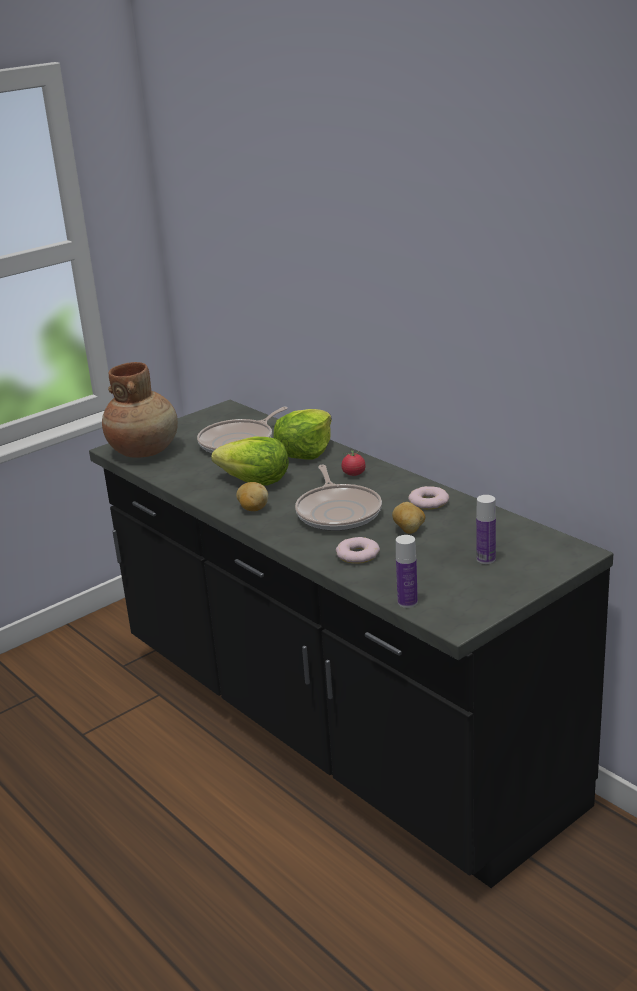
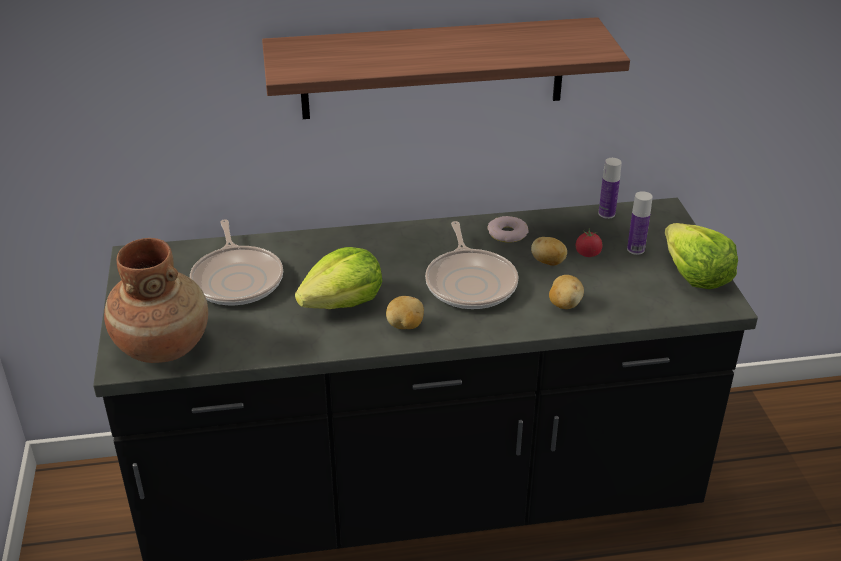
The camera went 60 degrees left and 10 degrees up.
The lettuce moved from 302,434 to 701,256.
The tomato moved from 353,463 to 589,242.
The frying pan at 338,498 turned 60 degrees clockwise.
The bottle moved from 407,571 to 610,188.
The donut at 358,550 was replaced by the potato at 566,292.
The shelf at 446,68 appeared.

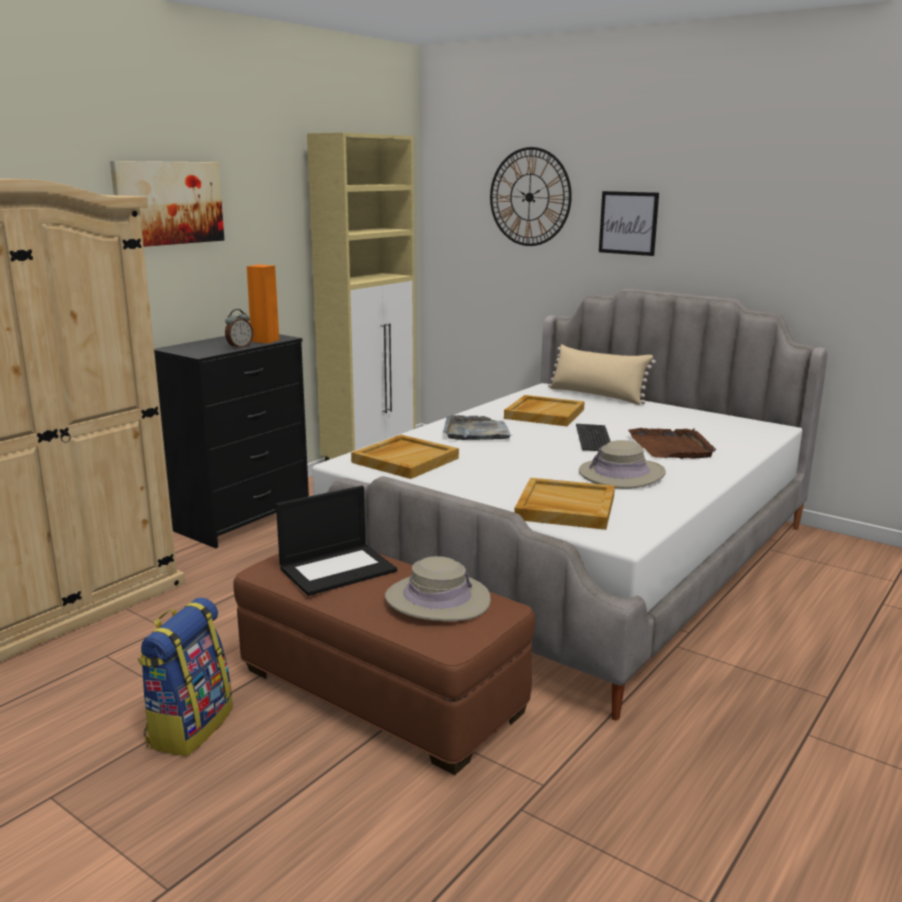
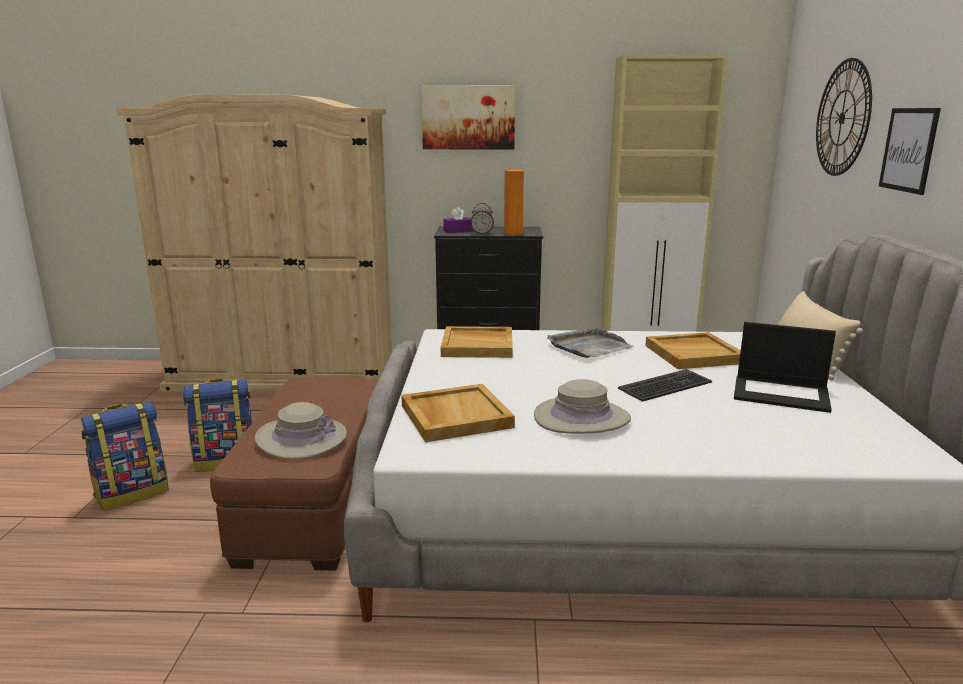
The camera went 55 degrees right and 0 degrees up.
The brown tray at 672,443 disappeared.
The laptop moved from 336,541 to 785,367.
The purple tissue box at 458,220 appeared.
The backpack at 125,456 appeared.

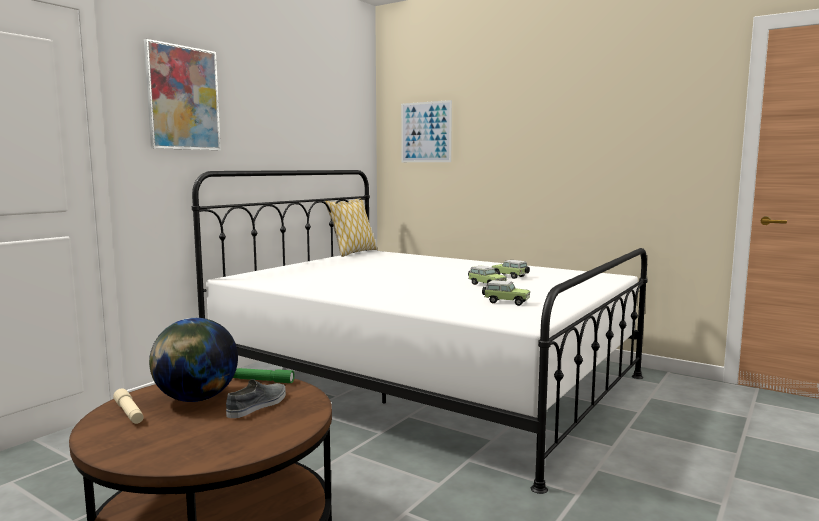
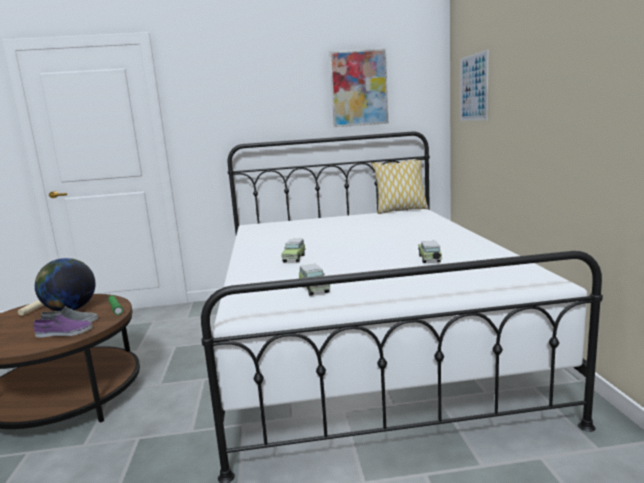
The camera went 50 degrees right and 5 degrees up.
The picture moved from 182,94 to 358,87.
The toy car moved from 487,275 to 293,250.
The purple shoe at 63,326 appeared.

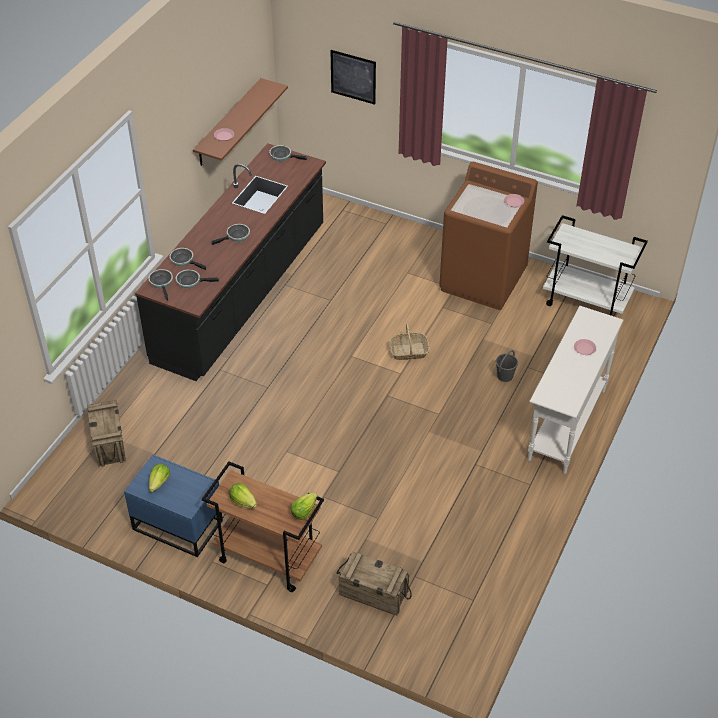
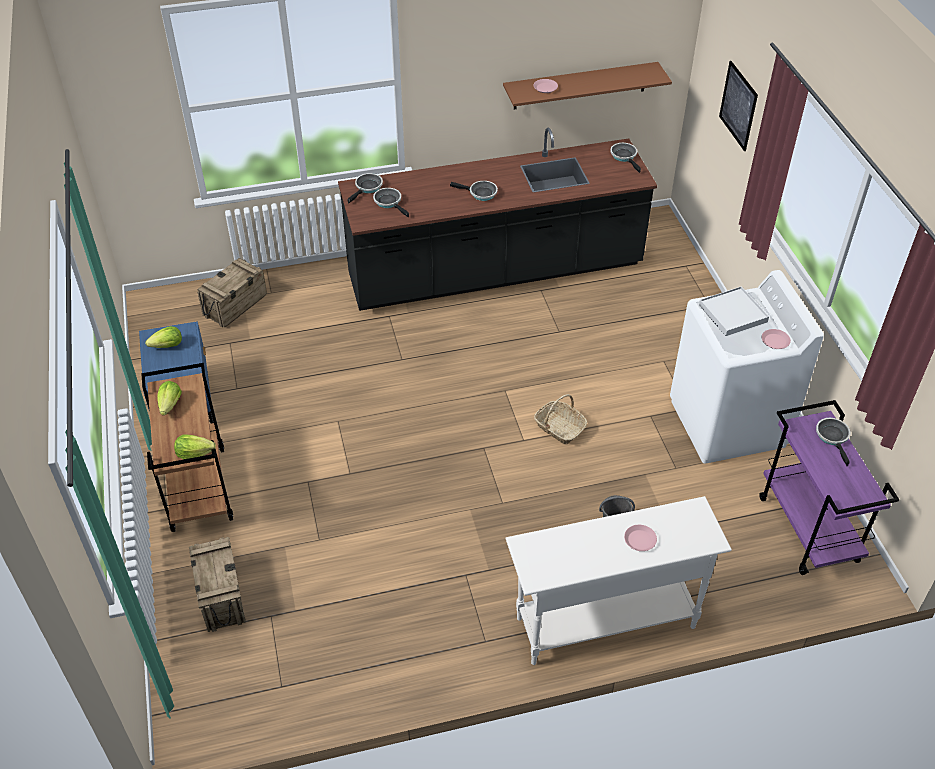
The camera went 50 degrees right and 0 degrees up.
The brown washing machine at 488,236 became the white washing machine at 747,367.
The white cart at 595,265 became the purple cart at 829,487.
The frying pan moved from 187,259 to 833,442.
The white tray at 734,311 appeared.

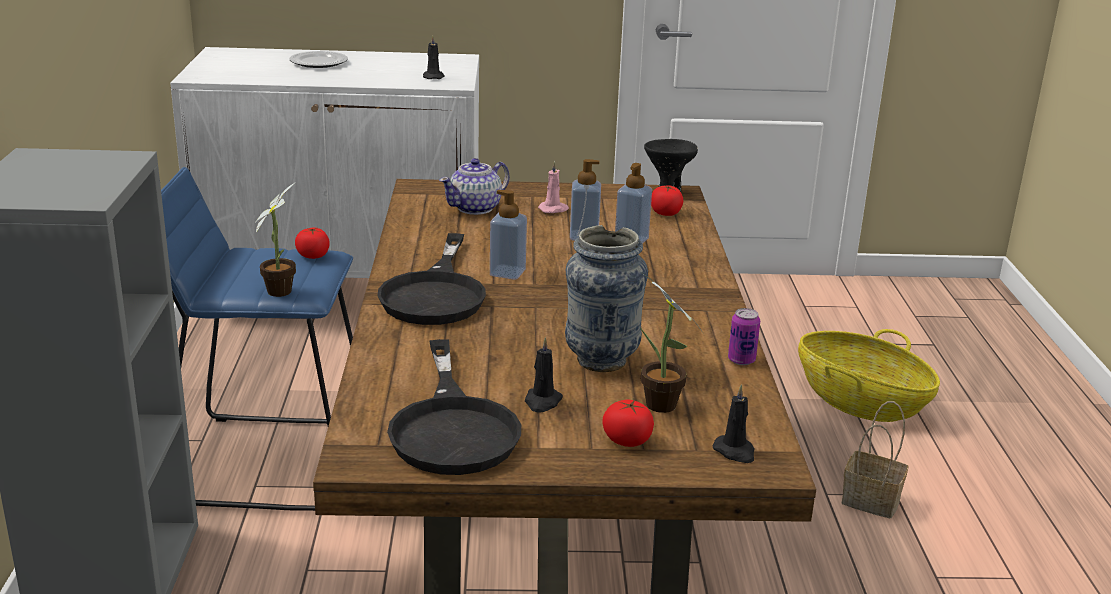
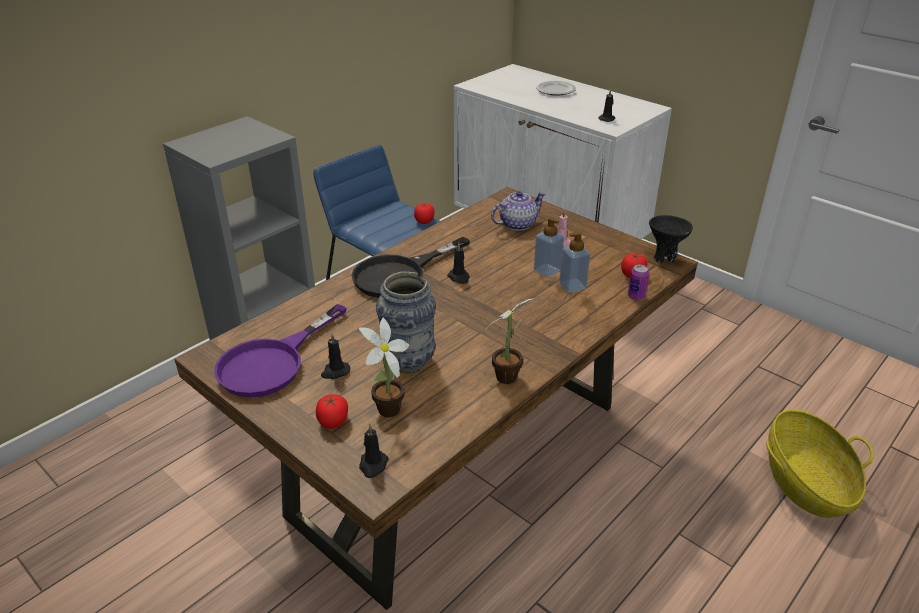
The camera went 45 degrees right and 10 degrees up.
The teapot at 474,186 turned 150 degrees clockwise.
The potted plant moved from 275,239 to 508,341.
The soap dispenser at 508,235 was replaced by the black candle at 458,263.
The can moved from 744,336 to 638,282.
The black frying pan at 454,407 became the purple frying pan at 280,350.
The basket at 875,459 disappeared.

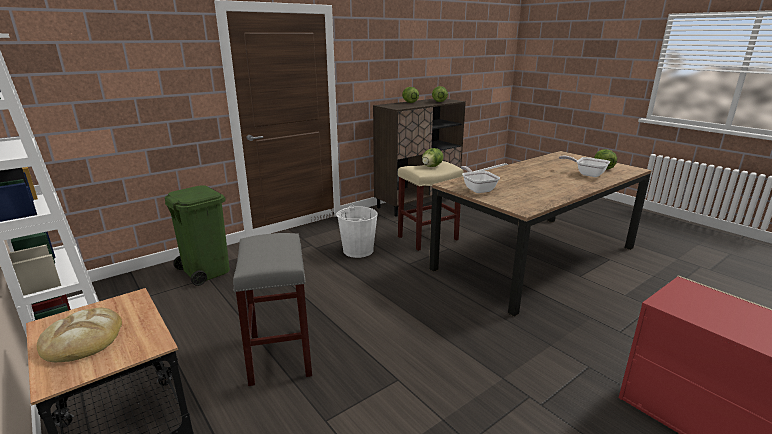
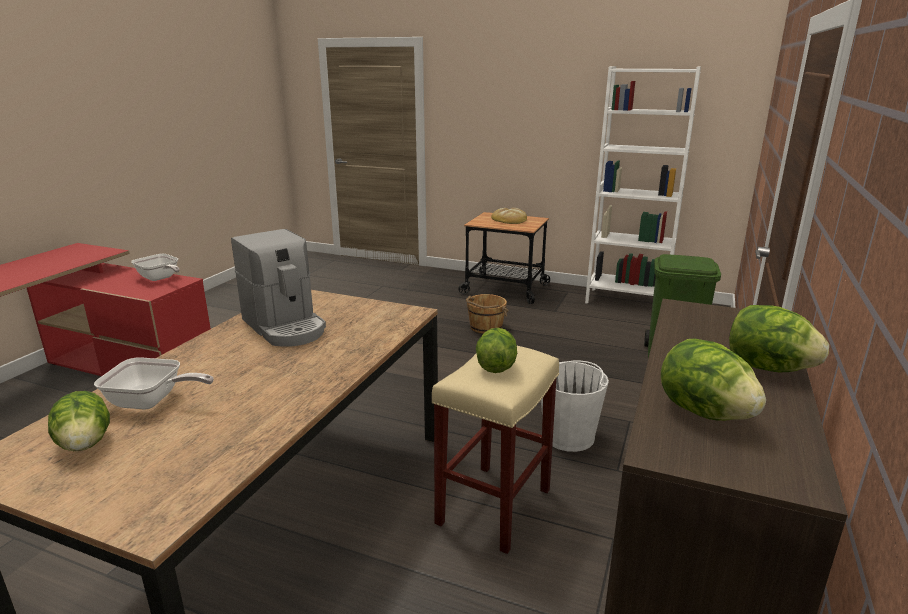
The camera went 150 degrees right and 0 degrees up.
The frying pan moved from 480,179 to 155,267.
The grey stool at 272,309 was replaced by the brown bucket at 487,314.
The coffee machine at 278,288 appeared.

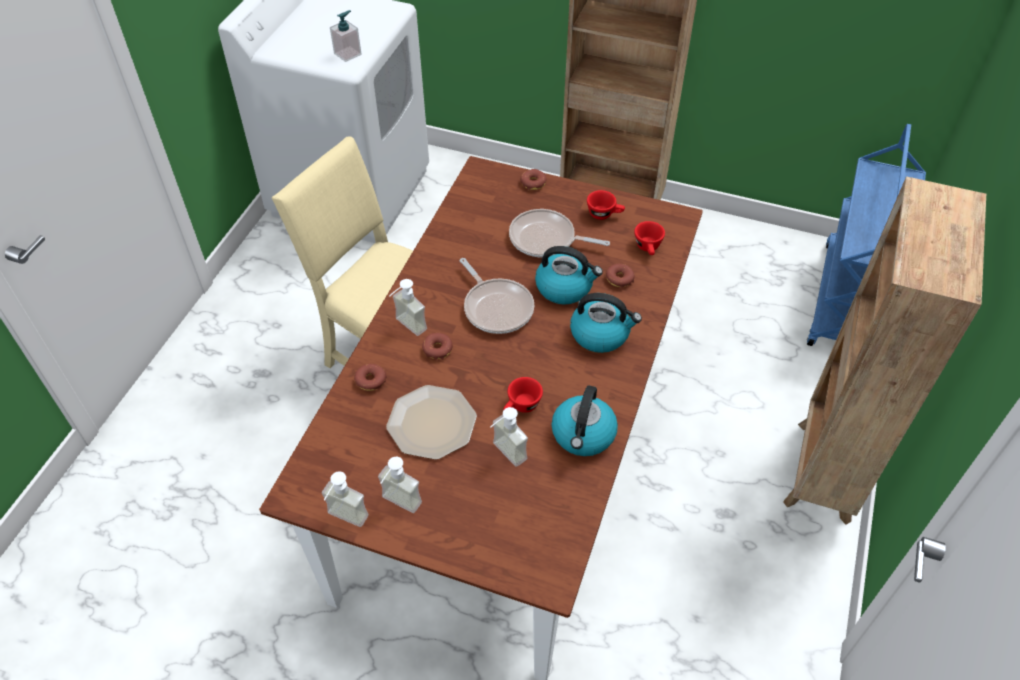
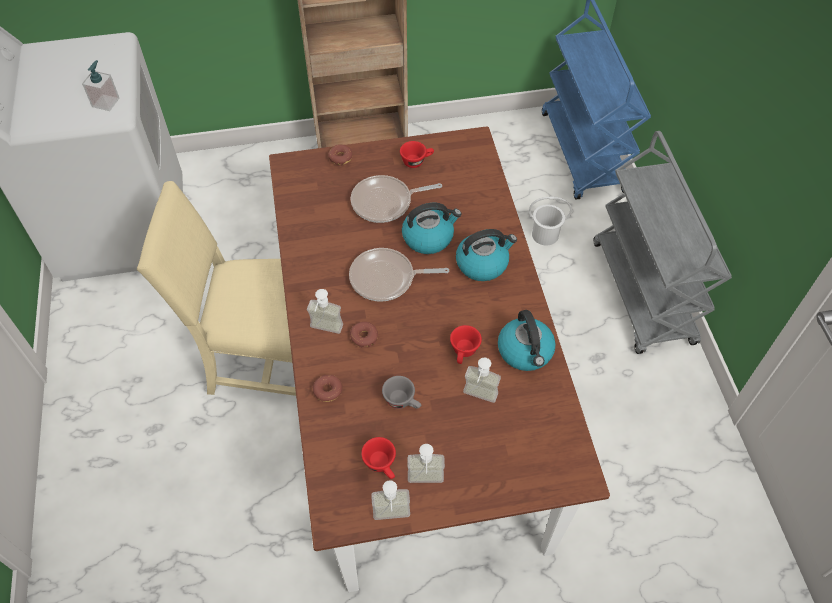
The camera went 30 degrees left and 5 degrees up.
The brown bookcase at 884,350 was replaced by the grey cart at 662,242.
The red cup moved from 649,238 to 378,458.
The frying pan at 497,296 turned 150 degrees clockwise.
The donut at 620,276 disappeared.
The plate at 431,422 was replaced by the grey cup at 401,392.
The white bucket at 550,221 appeared.

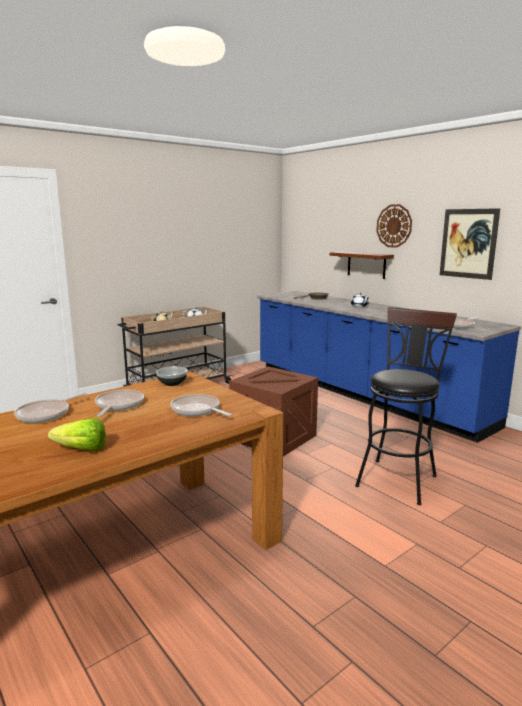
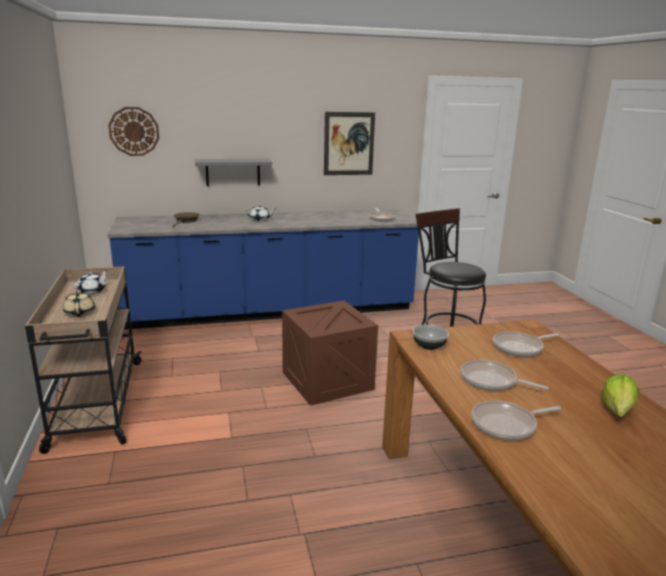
The camera went 65 degrees left and 5 degrees up.
The wall clock moved from 394,226 to 133,131.
The brown shelf at 362,265 became the grey shelf at 233,172.
The frying pan at 50,407 turned 105 degrees clockwise.

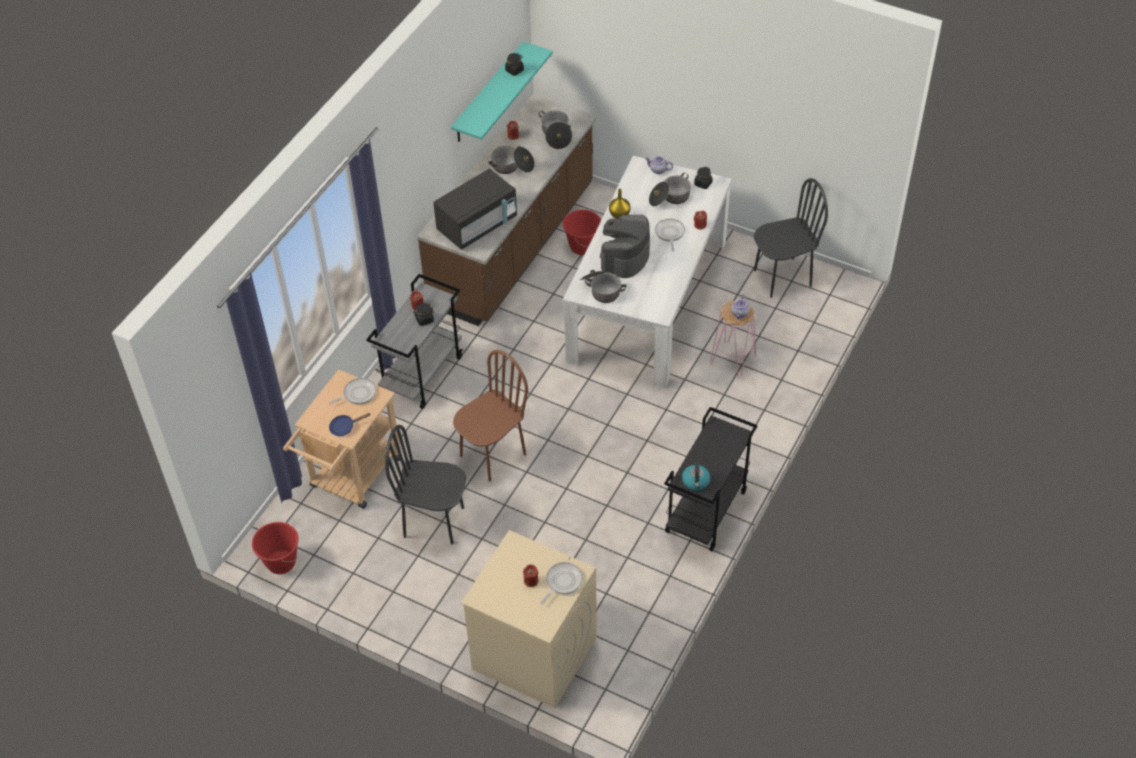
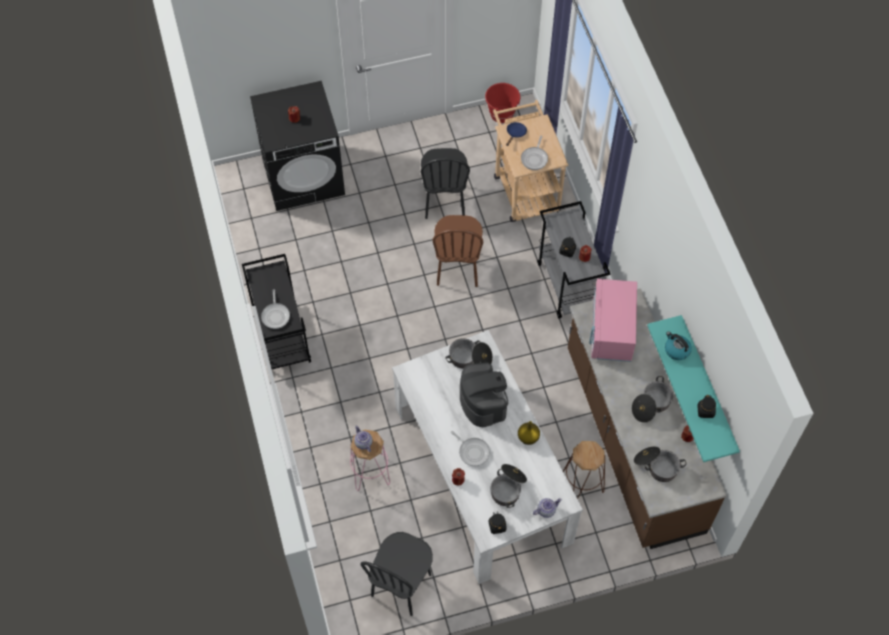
The camera went 135 degrees right and 10 degrees up.
The black microwave at 475,209 became the pink microwave at 613,320.
The red bucket at 581,232 was replaced by the brown stool at 584,470.
The black chair at 425,484 turned 120 degrees clockwise.
The kettle moved from 696,475 to 678,346.
The beige washing machine at 529,619 became the black washing machine at 297,146.
The frying pan moved from 561,583 to 275,309.

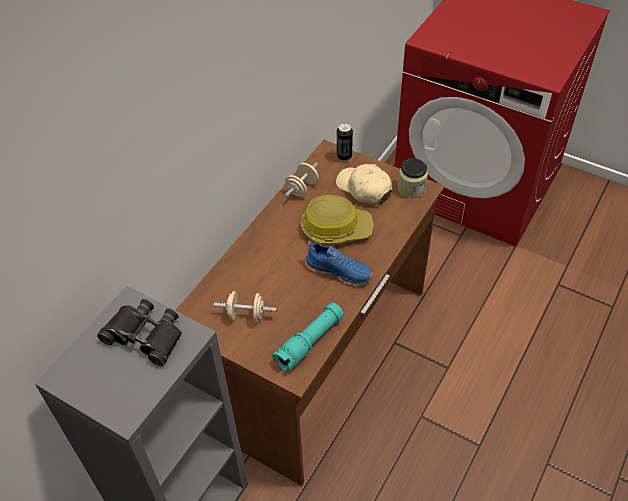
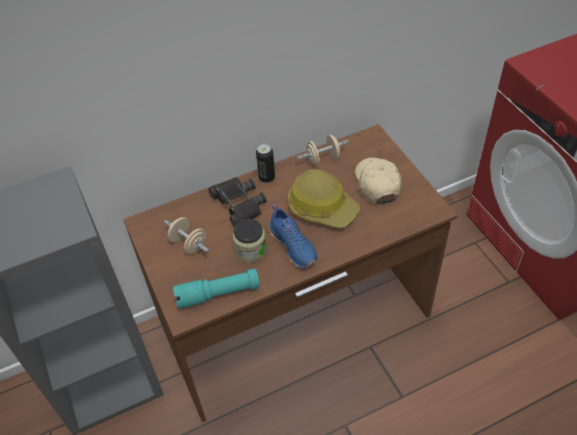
The camera went 35 degrees right and 0 degrees up.
The can moved from 345,142 to 265,163.
The jar moved from 413,178 to 250,240.
The black binoculars moved from 139,332 to 237,202.

